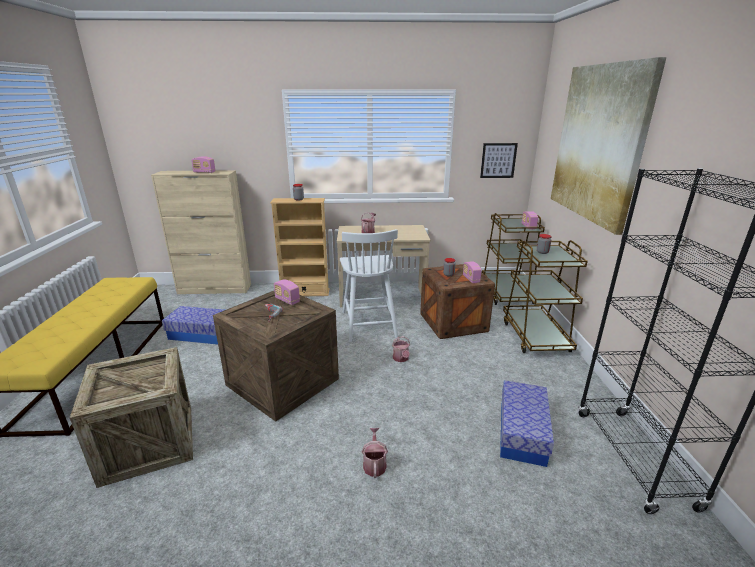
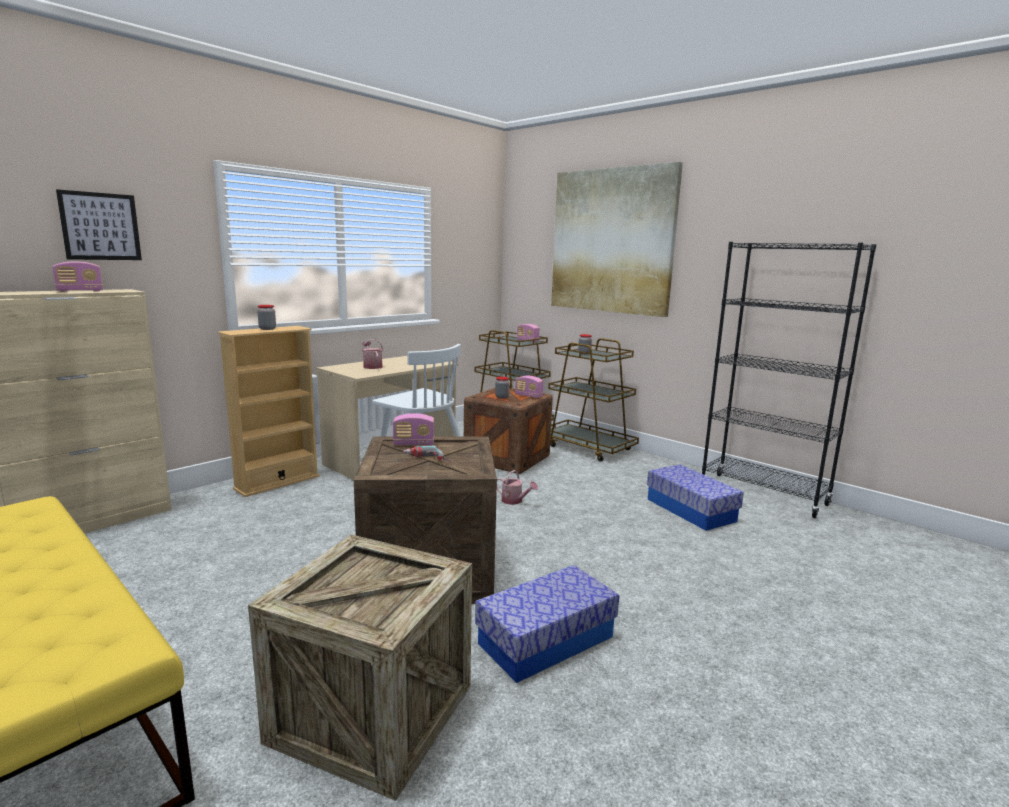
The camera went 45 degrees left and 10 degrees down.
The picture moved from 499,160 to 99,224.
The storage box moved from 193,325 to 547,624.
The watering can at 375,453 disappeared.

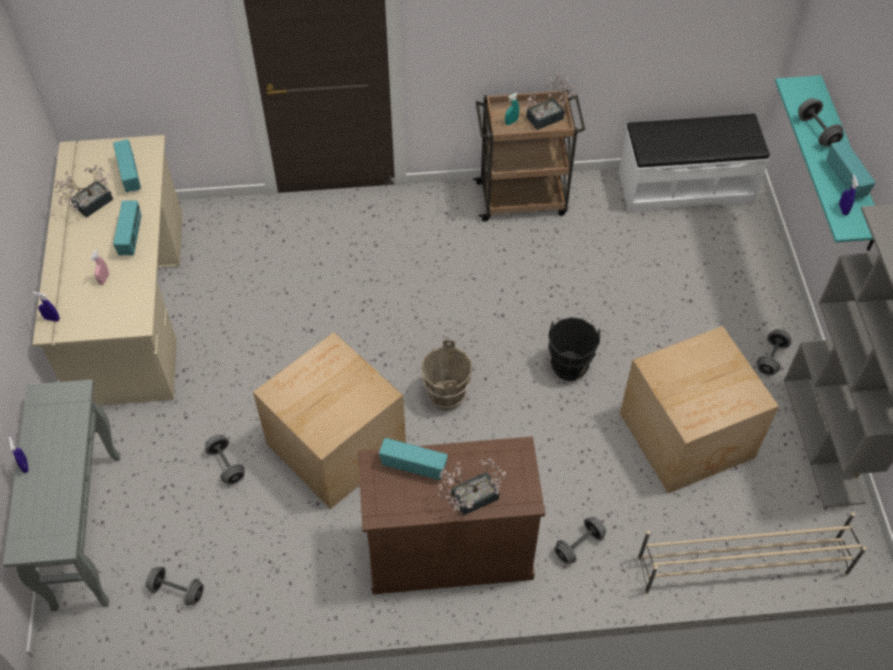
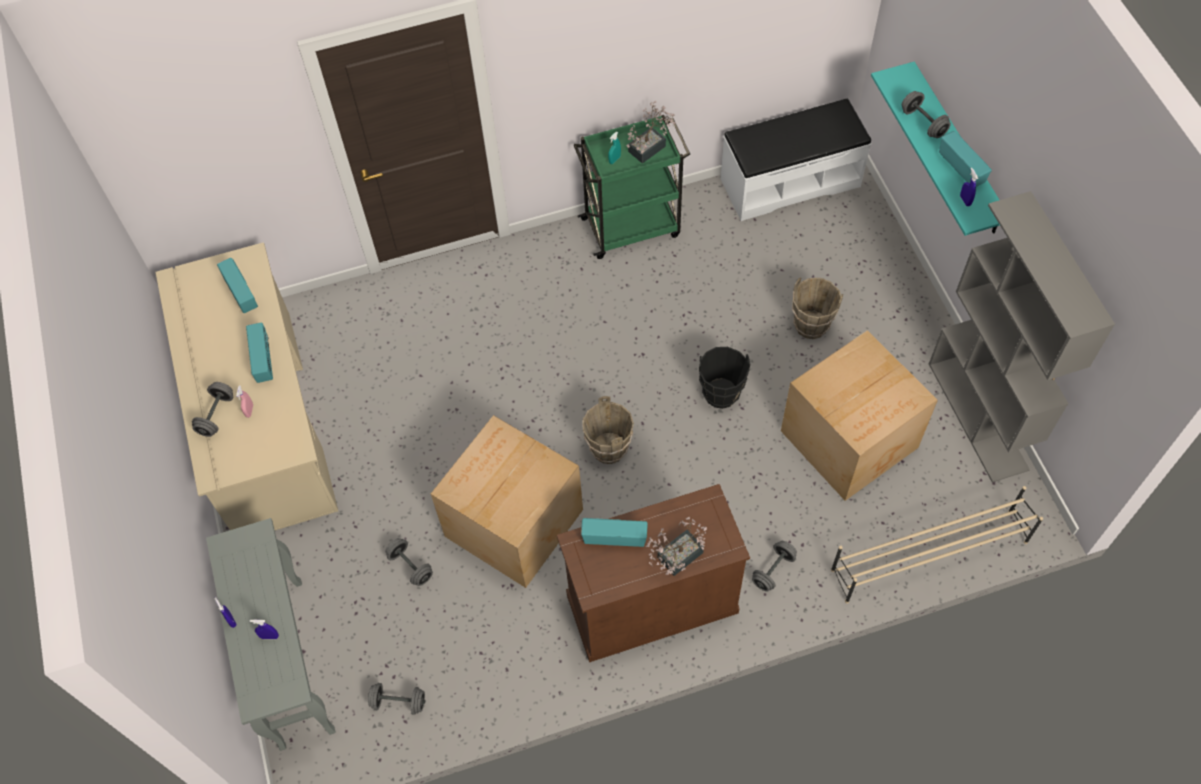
The camera went 10 degrees left and 5 degrees up.
The brown cart at 529,156 became the green cart at 632,187.
The potted plant at 82,191 disappeared.
The blue spray bottle moved from 46,307 to 264,629.
The grey dumbbell moved from 773,352 to 212,409.
The brown bucket at 817,308 appeared.

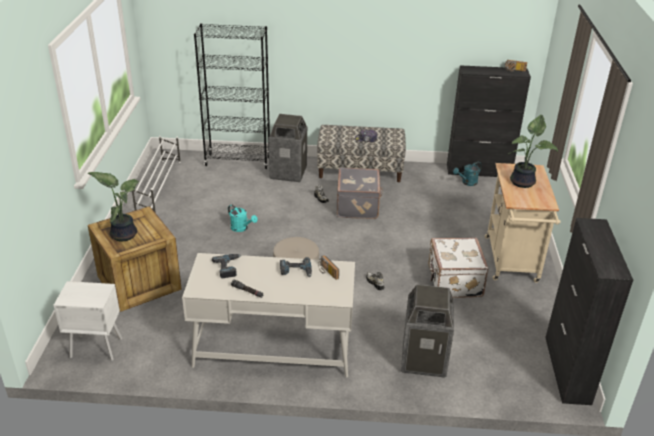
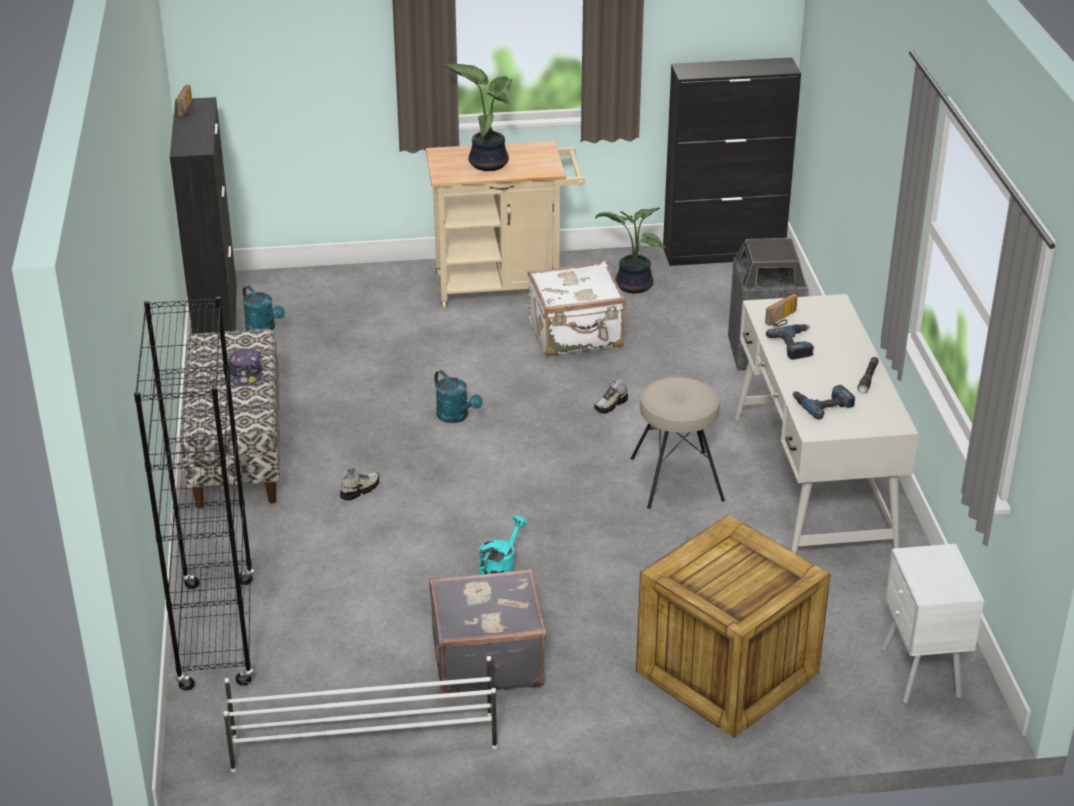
The camera went 100 degrees left and 0 degrees up.
The trash can at 288,148 disappeared.
The grey suitcase moved from 359,193 to 487,631.
The potted plant moved from 113,206 to 630,250.
The turquoise watering can at 458,396 appeared.

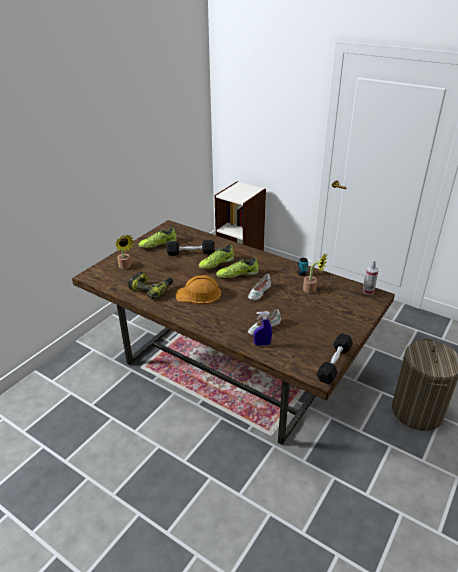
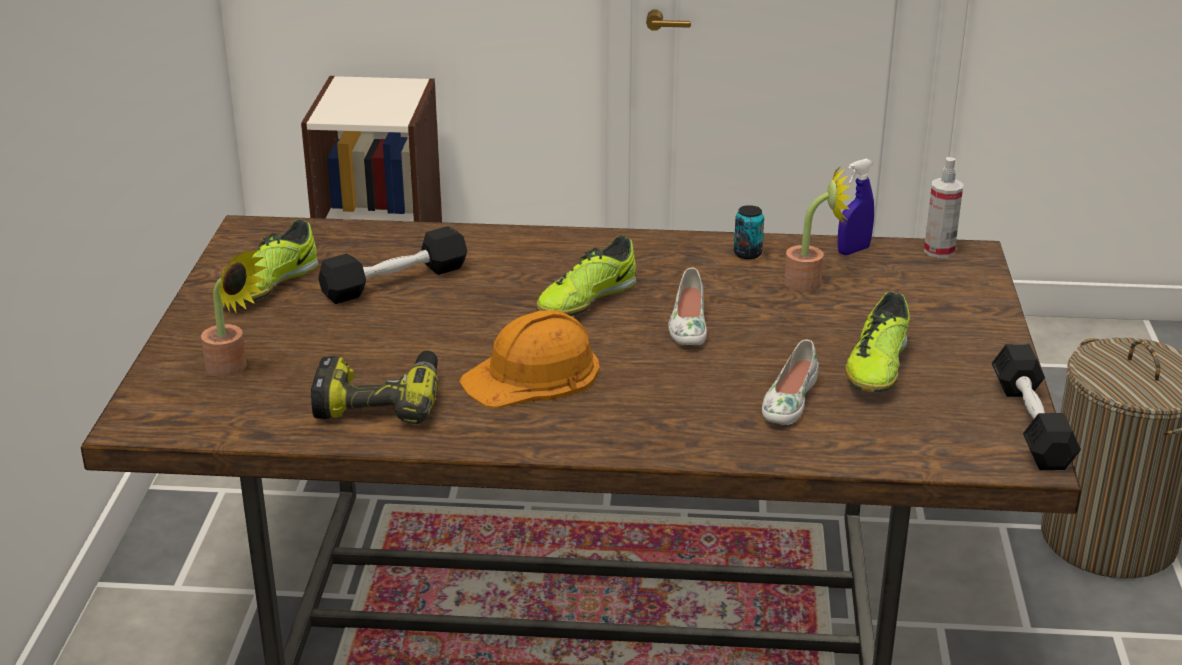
The camera went 30 degrees left and 5 degrees down.
The shoe moved from 216,257 to 877,342.
The blue spray bottle moved from 263,328 to 855,207.

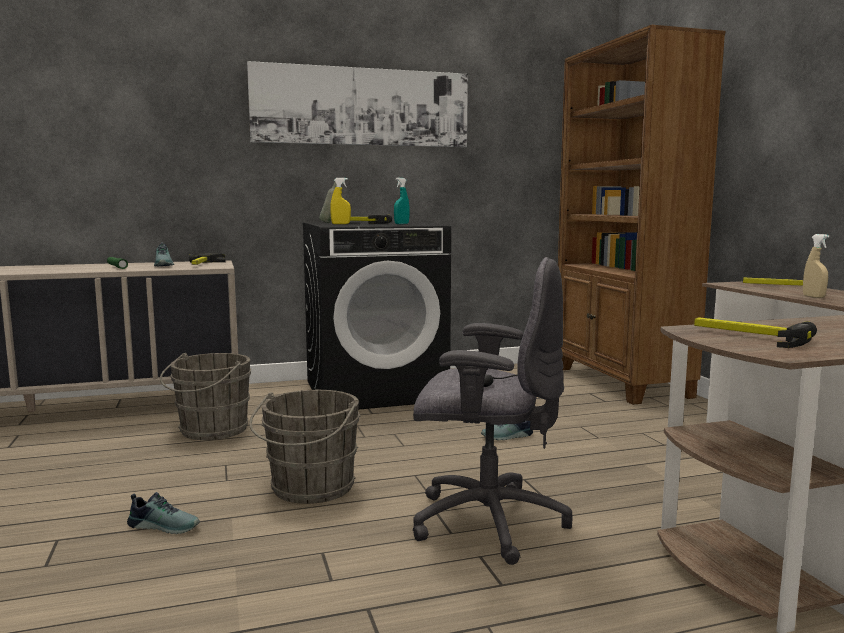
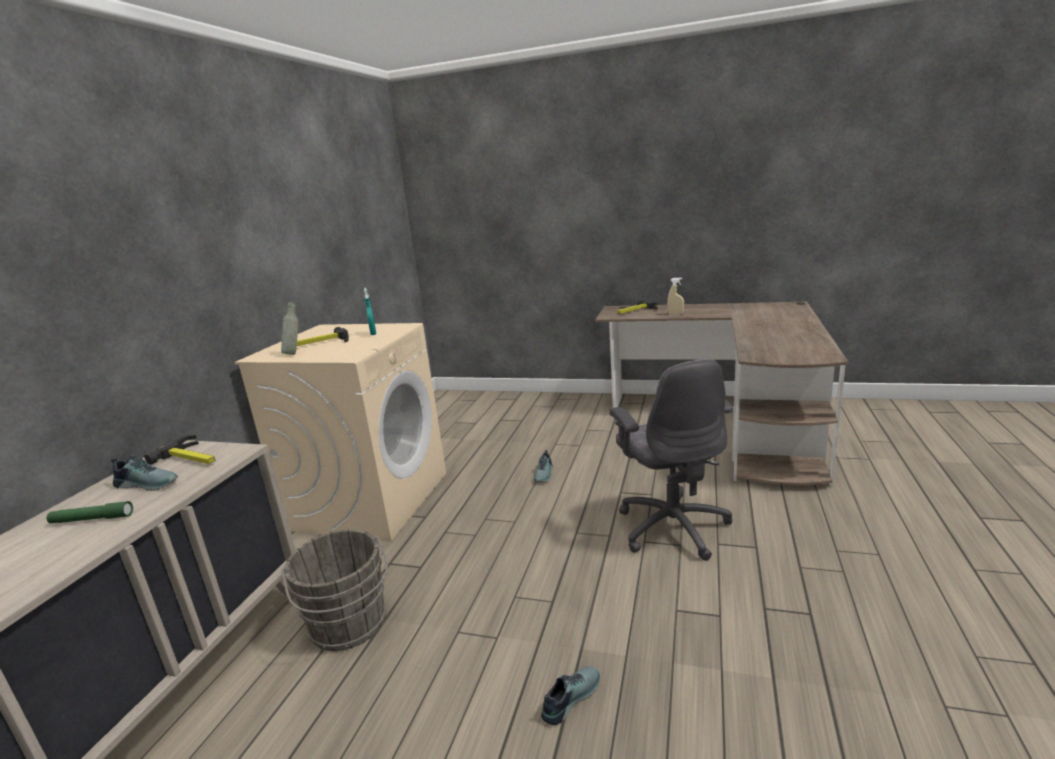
The camera went 55 degrees left and 10 degrees up.
The brown bookcase at 641,215 disappeared.
The picture at 357,104 disappeared.
The yellow spray bottle at 340,201 disappeared.
The black washing machine at 376,315 became the beige washing machine at 340,432.
The grey office chair at 492,411 turned 120 degrees clockwise.
The hammer at 755,332 disappeared.
The grey bucket at 305,447 disappeared.

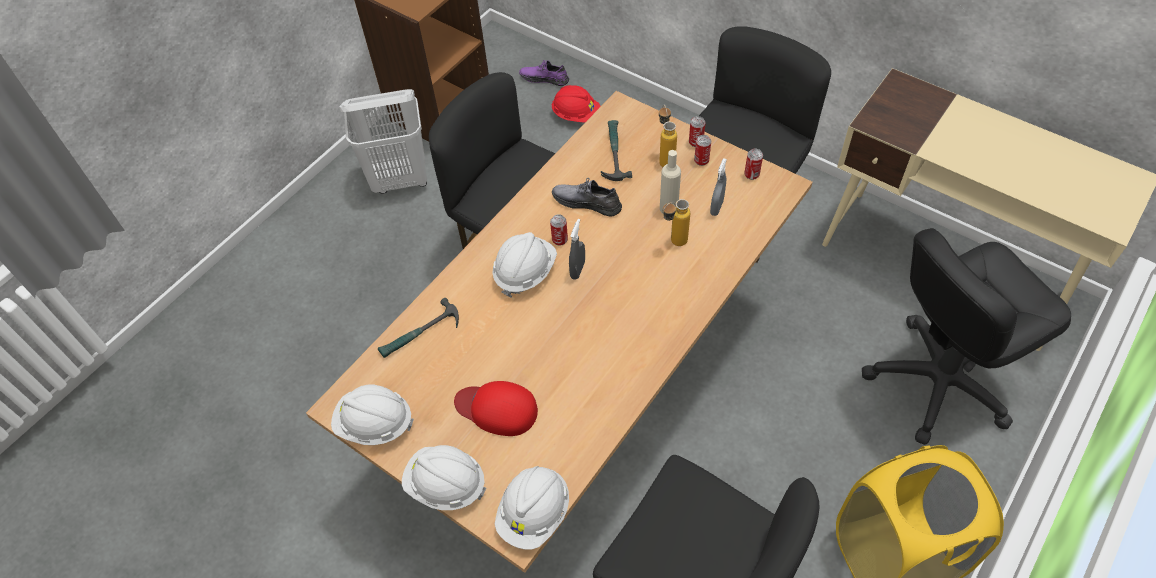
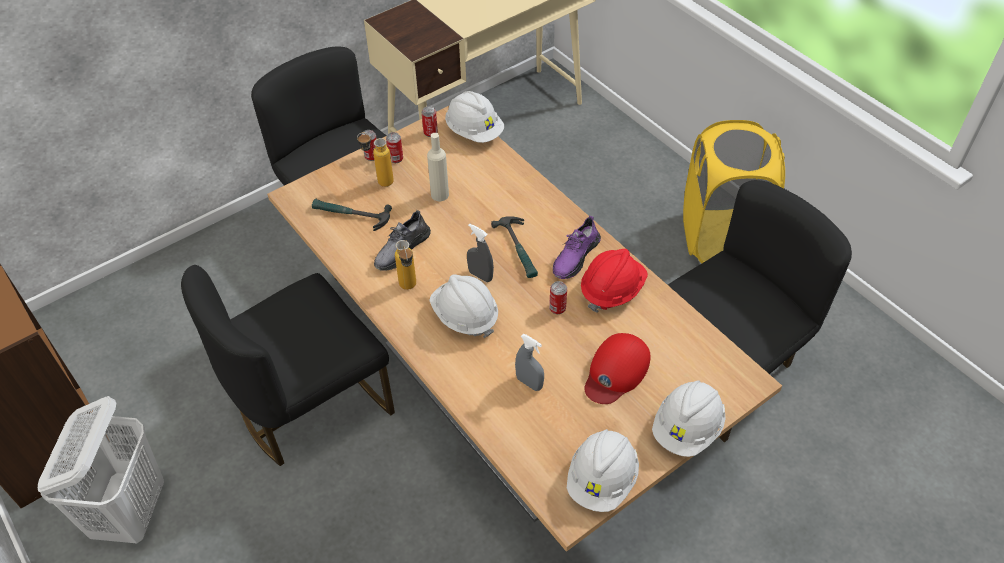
The camera went 75 degrees left and 5 degrees down.
The purple shoe moved from 544,73 to 577,247.
The red hard hat moved from 576,104 to 614,281.
The grey spray bottle moved from 718,187 to 529,362.
The bottle moved from 676,222 to 405,265.
The can moved from 559,230 to 558,297.
The black office chair at 966,336 disappeared.
The hammer moved from 418,328 to 514,247.
The white hard hat moved from 532,508 to 474,117.

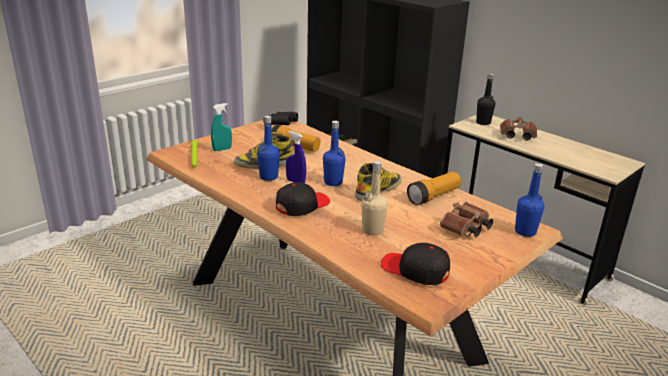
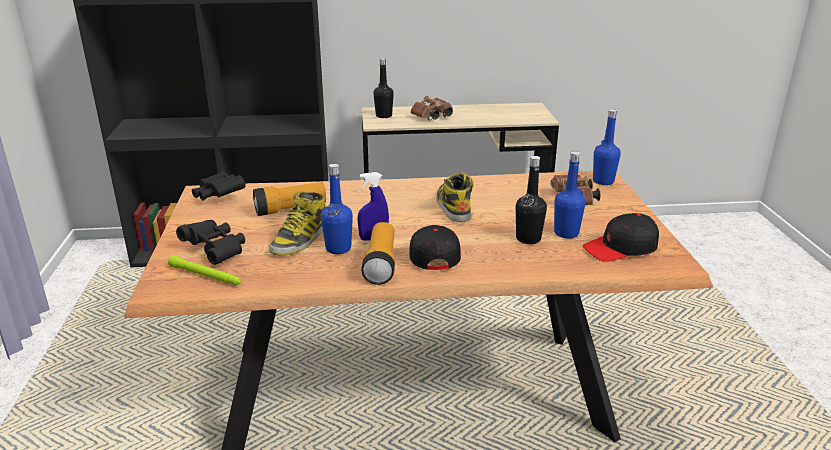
The camera went 50 degrees left and 0 degrees up.
The turquoise spray bottle at 221,127 was replaced by the black binoculars at 210,242.
The blue bottle moved from 334,153 to 569,195.
The beige bottle at 374,198 became the black bottle at 531,200.
The flashlight moved from 434,188 to 378,253.

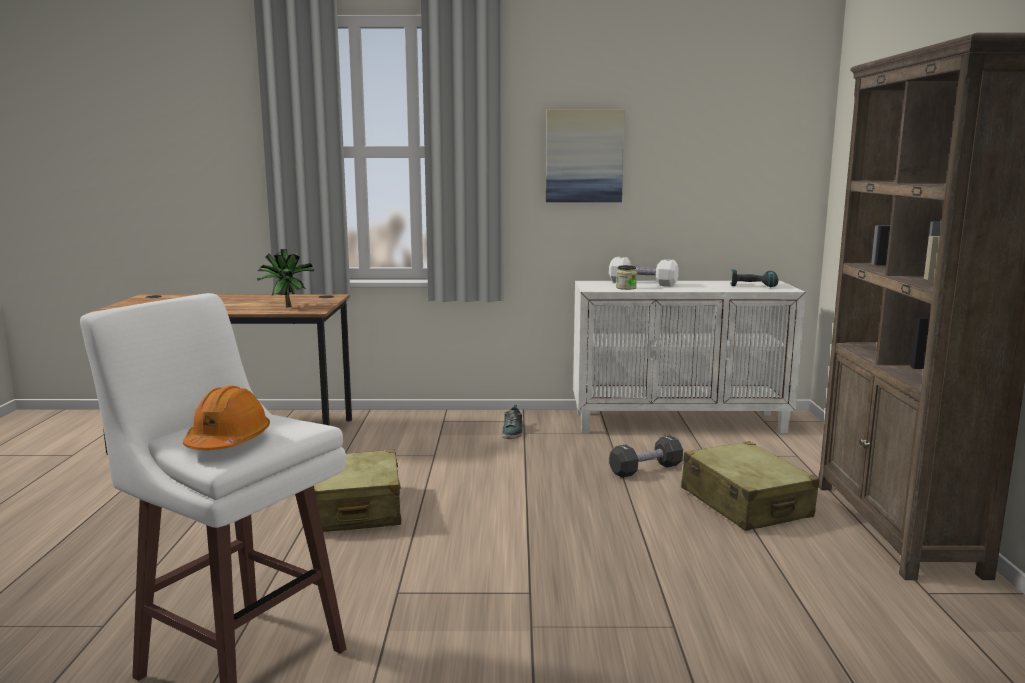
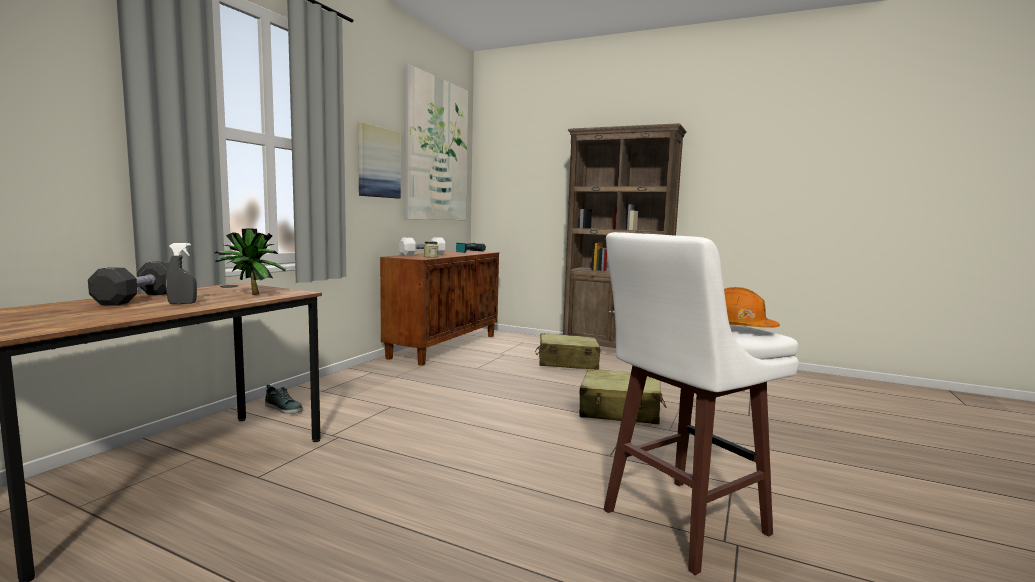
The camera went 65 degrees left and 5 degrees down.
The white cabinet at 689,357 became the brown cabinet at 439,308.
The shoe moved from 512,422 to 284,399.
The black dumbbell moved from 646,456 to 128,284.
The beige suitcase moved from 357,491 to 622,396.
The picture at 436,142 appeared.
The grey spray bottle at 181,273 appeared.

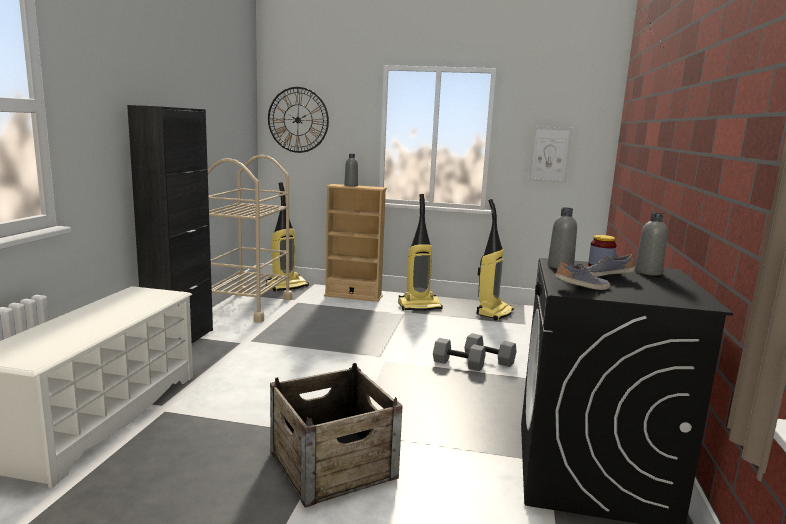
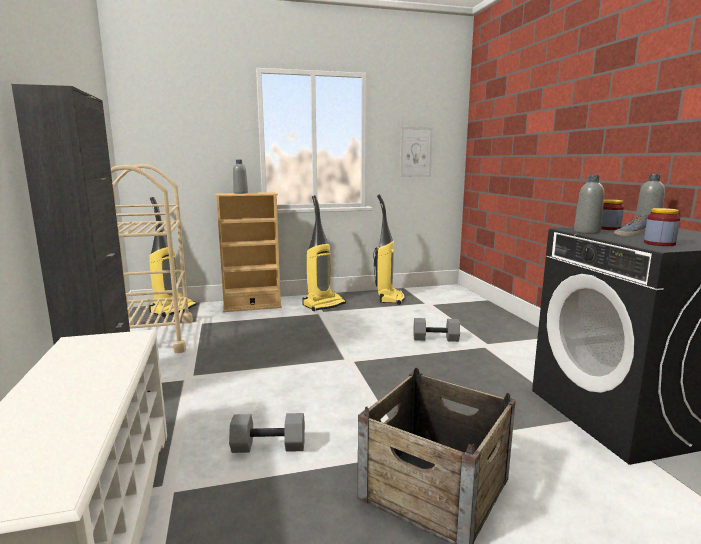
The camera went 25 degrees left and 0 degrees up.
The wall clock at 298,120 disappeared.
The shoe at 582,276 was replaced by the jar at 662,227.
The grey dumbbell moved from 459,354 to 267,433.

